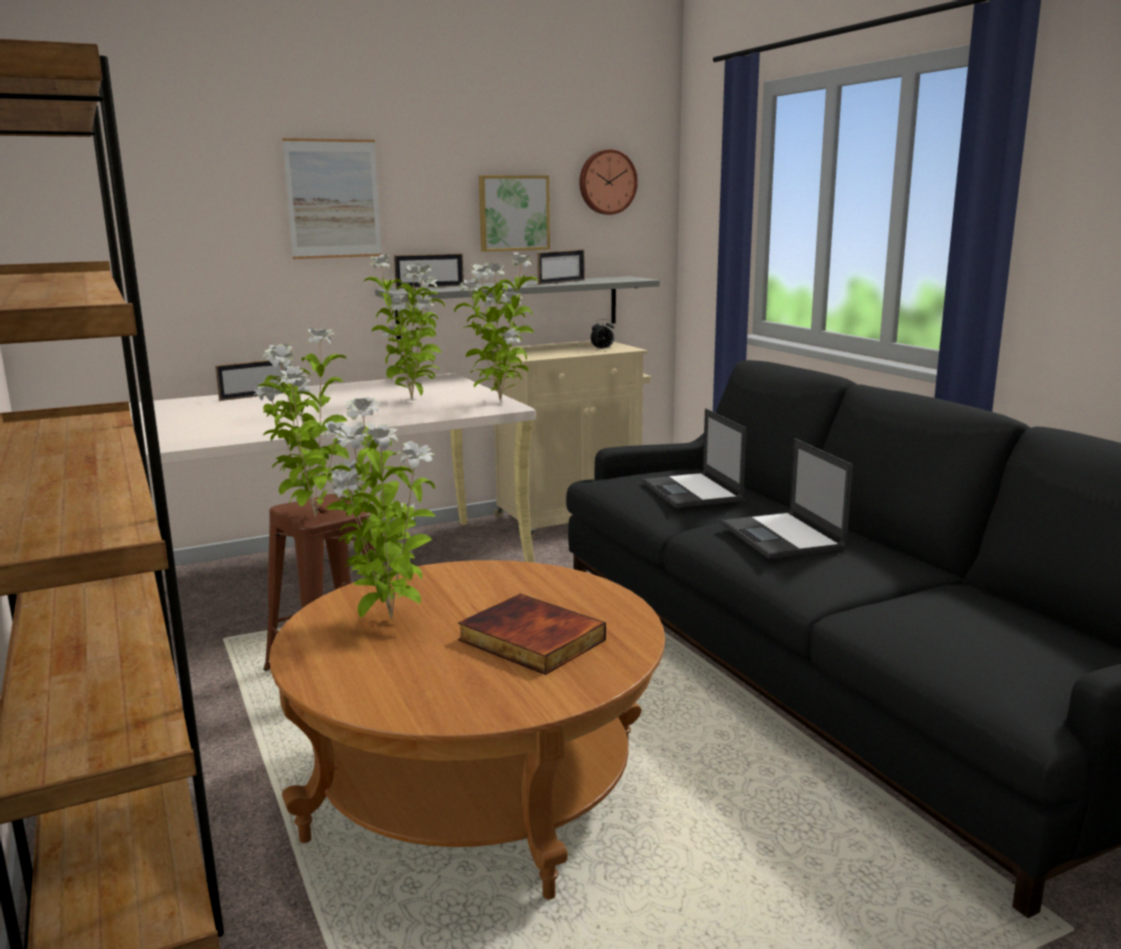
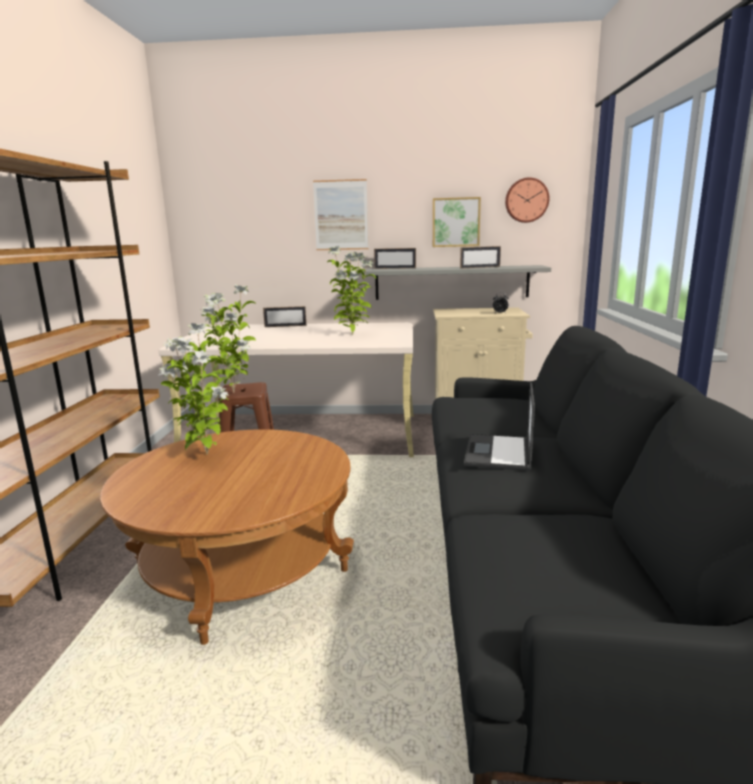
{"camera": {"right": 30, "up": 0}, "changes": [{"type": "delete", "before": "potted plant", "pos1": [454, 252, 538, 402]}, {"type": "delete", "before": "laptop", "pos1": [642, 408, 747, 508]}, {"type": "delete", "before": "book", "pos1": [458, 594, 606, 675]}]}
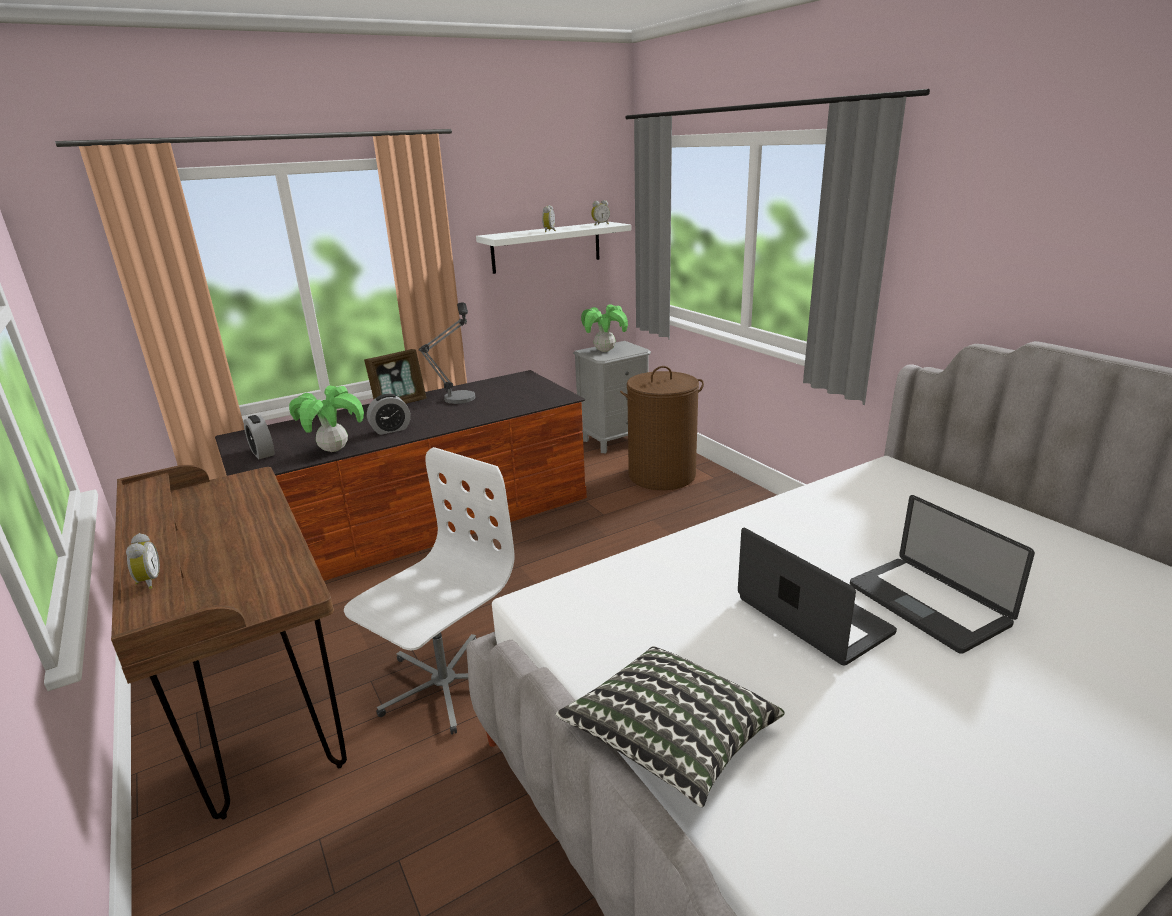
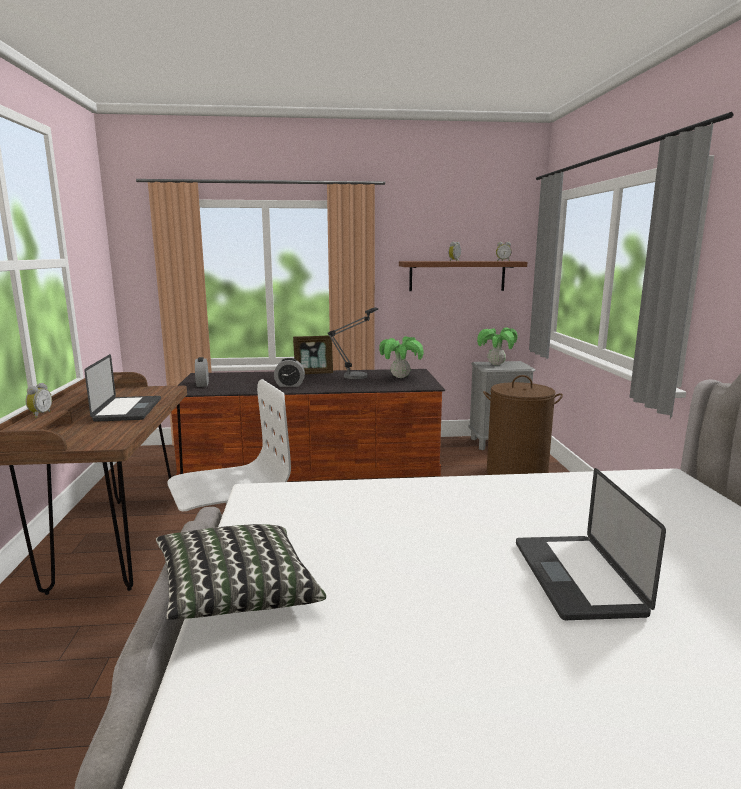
{"camera": {"right": 25, "up": -10}, "changes": [{"type": "recolor", "before": "bracket shelf/white", "after": "bracket shelf/brownish", "pos1": [476, 222, 631, 274], "pos2": [399, 261, 527, 291]}, {"type": "move", "before": "potted plant", "pos1": [289, 385, 364, 452], "pos2": [379, 336, 423, 378]}, {"type": "move", "before": "laptop", "pos1": [738, 528, 897, 666], "pos2": [84, 354, 161, 422]}]}
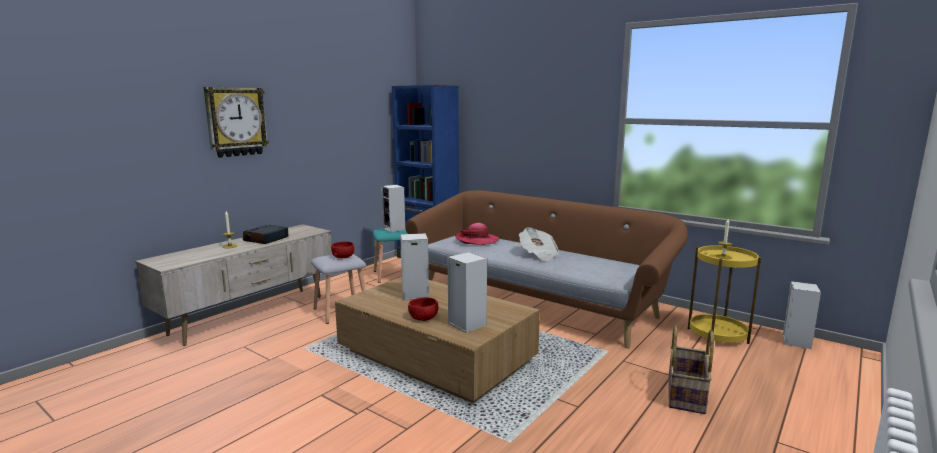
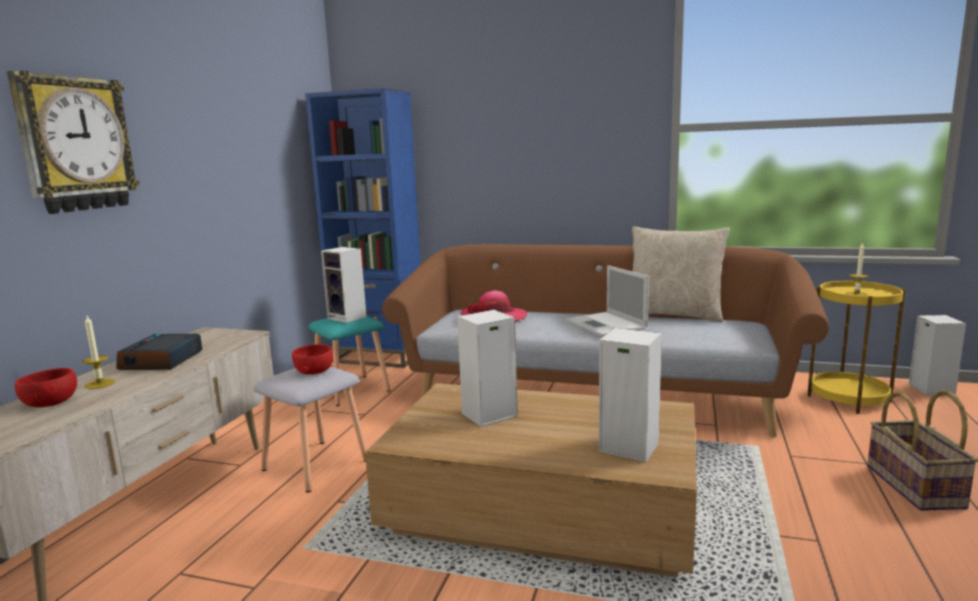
{"camera": {"right": -20, "up": 0}, "changes": [{"type": "replace", "before": "newspaper", "after": "laptop", "pos1": [519, 227, 560, 261], "pos2": [566, 265, 649, 337]}, {"type": "move", "before": "bowl/red", "pos1": [408, 297, 438, 321], "pos2": [15, 368, 77, 407]}, {"type": "insert", "after": "cushion/beige", "pos2": [632, 226, 730, 322]}]}
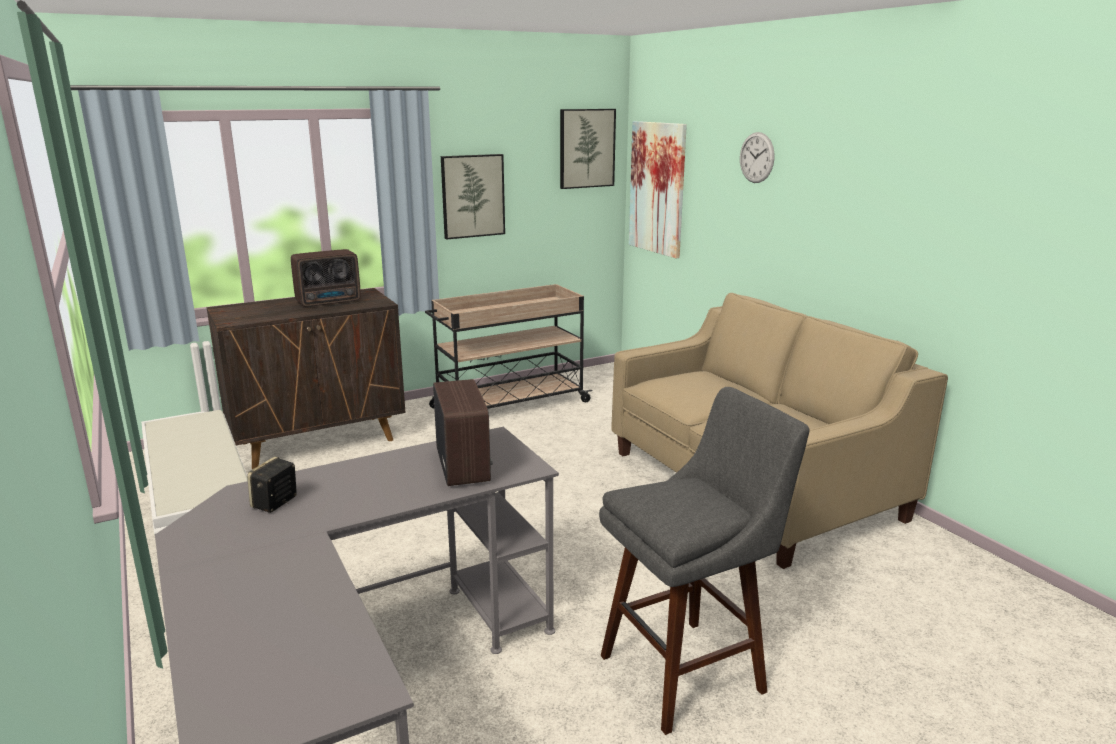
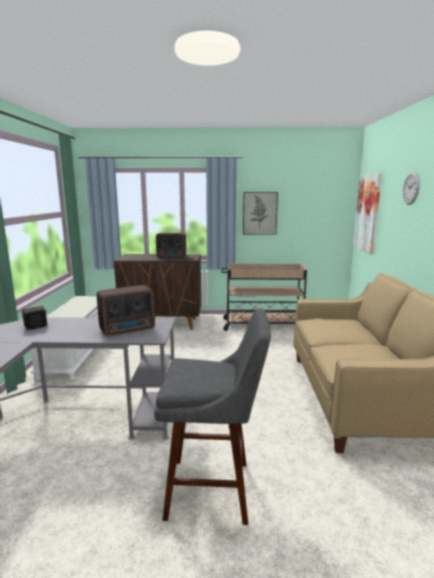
{"camera": {"right": 30, "up": -5}, "changes": [{"type": "delete", "before": "wall art", "pos1": [560, 109, 616, 189]}, {"type": "rotate", "before": "radio receiver", "pos1": [433, 379, 493, 486], "pos2": [97, 285, 155, 337], "turn": 45}]}
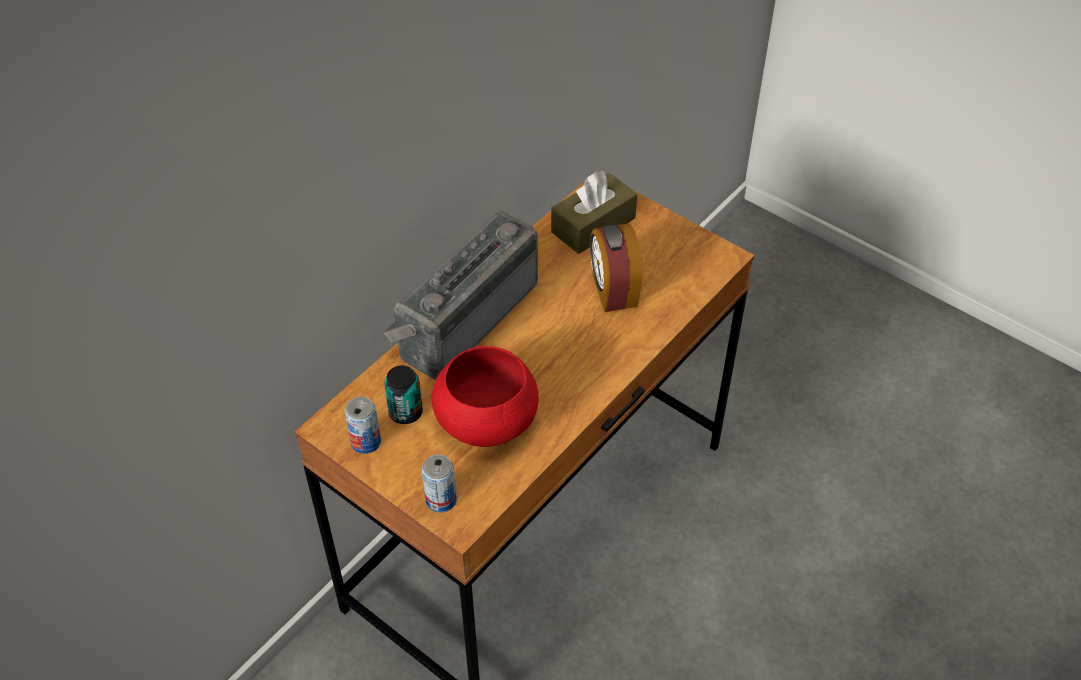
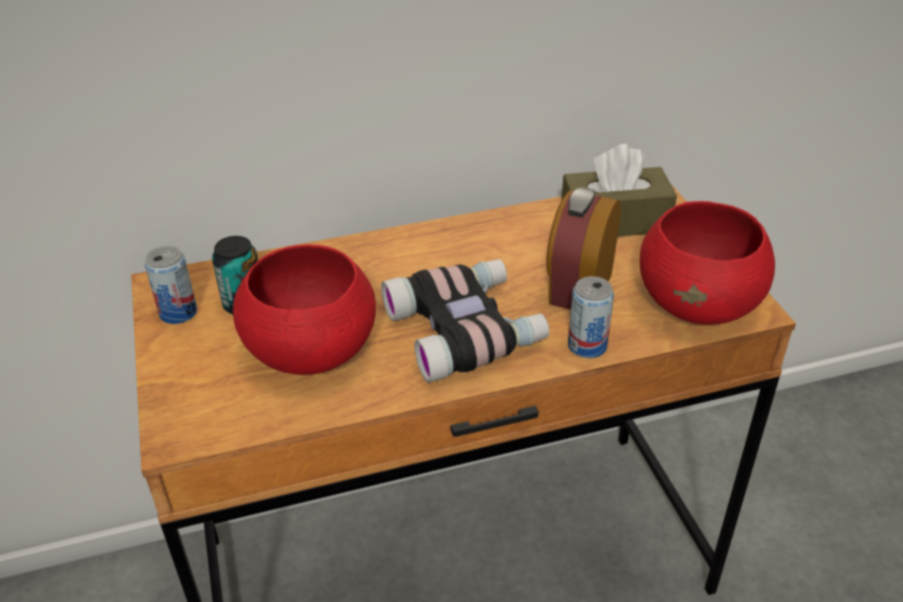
{"camera": {"right": 35, "up": -10}, "changes": [{"type": "delete", "before": "radio receiver", "pos1": [383, 211, 538, 380]}, {"type": "move", "before": "sealed can", "pos1": [422, 454, 457, 513], "pos2": [568, 276, 614, 358]}, {"type": "insert", "after": "bowl/red", "pos2": [640, 201, 775, 325]}, {"type": "insert", "after": "pair of binoculars", "pos2": [381, 259, 549, 383]}]}
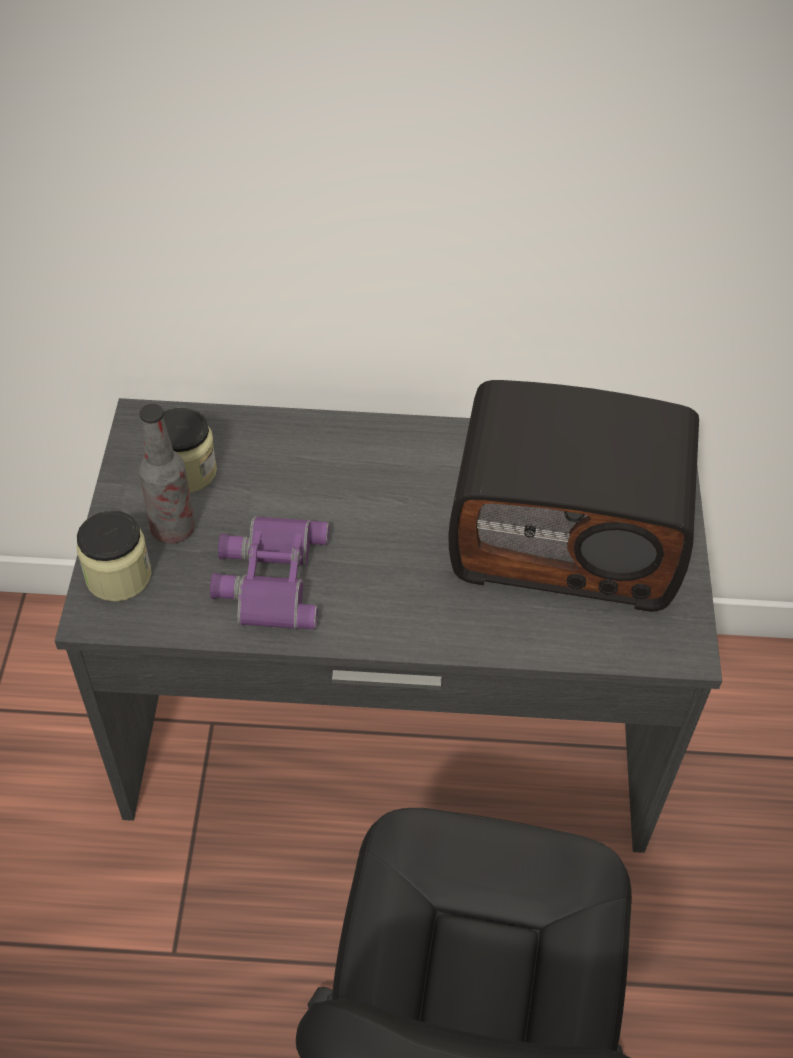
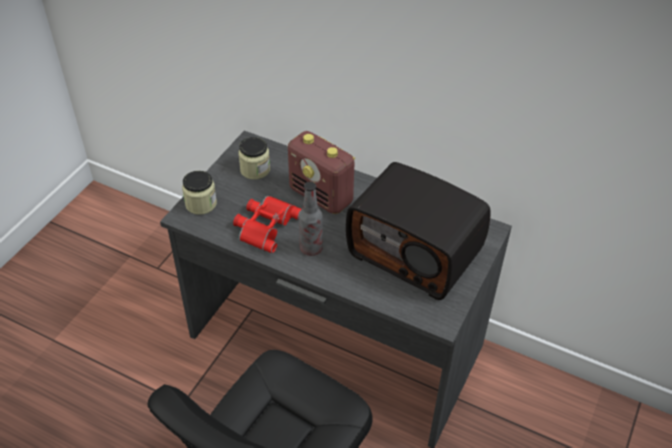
{"camera": {"right": 25, "up": -5}, "changes": [{"type": "move", "before": "drink bottle", "pos1": [139, 404, 195, 543], "pos2": [299, 182, 323, 256]}, {"type": "recolor", "before": "pair of binoculars/purple", "after": "pair of binoculars/red", "pos1": [210, 516, 329, 629], "pos2": [233, 196, 302, 253]}, {"type": "insert", "after": "radio receiver", "pos2": [288, 131, 355, 214]}]}
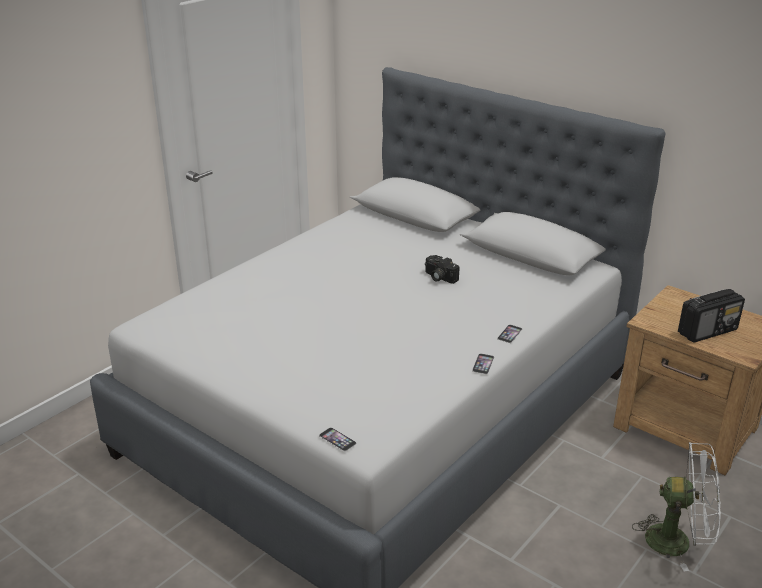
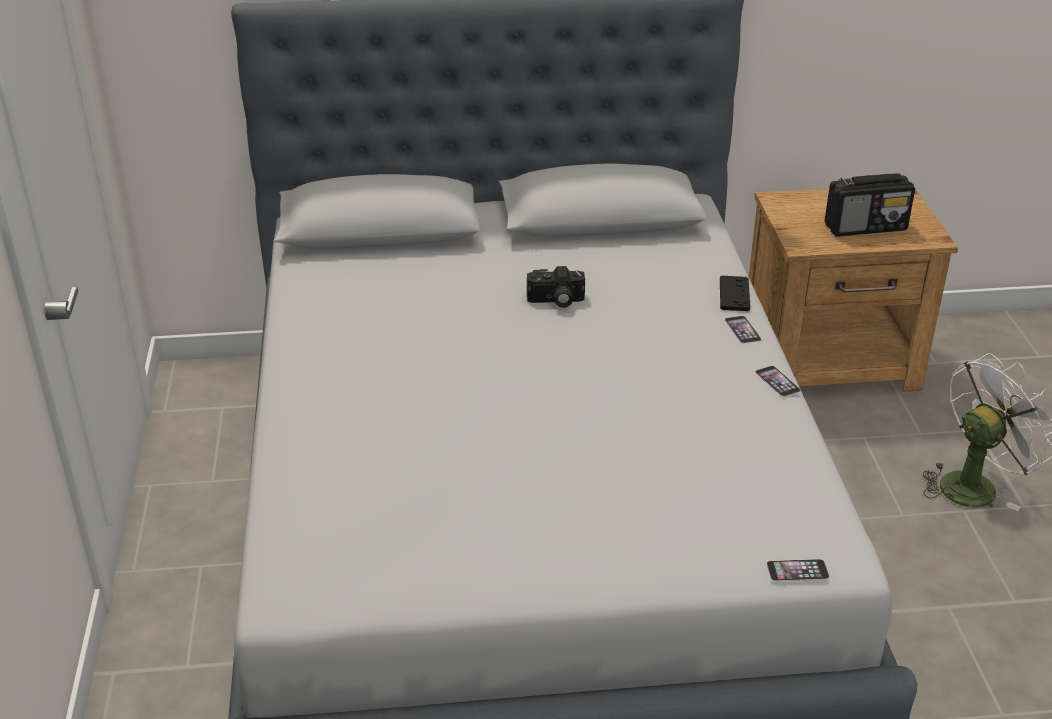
{"camera": {"right": -45, "up": 5}, "changes": [{"type": "rotate", "before": "radio receiver", "pos1": [678, 289, 745, 343], "pos2": [825, 173, 915, 237], "turn": 60}, {"type": "insert", "after": "joypad/blackish", "pos2": [720, 276, 750, 311]}]}
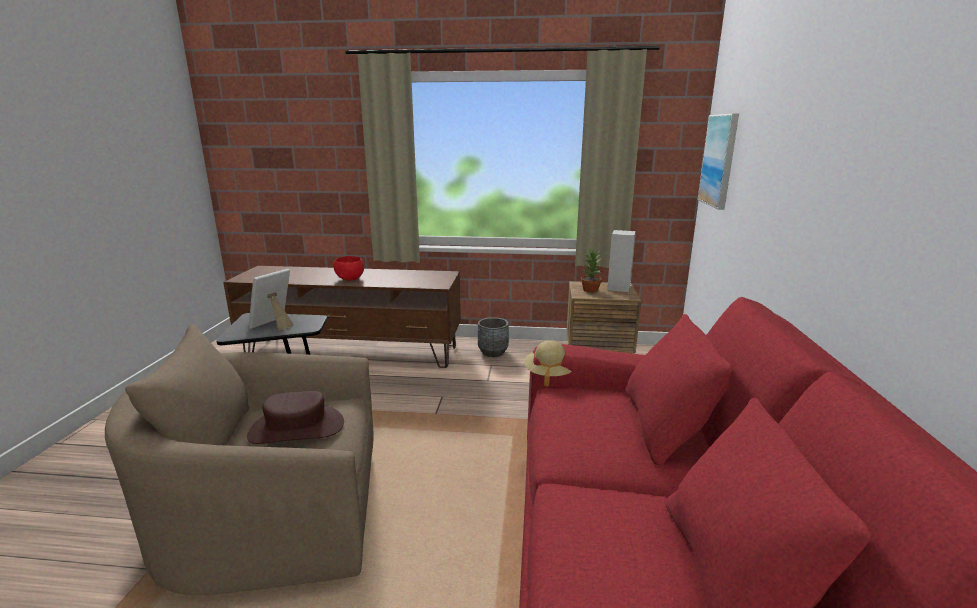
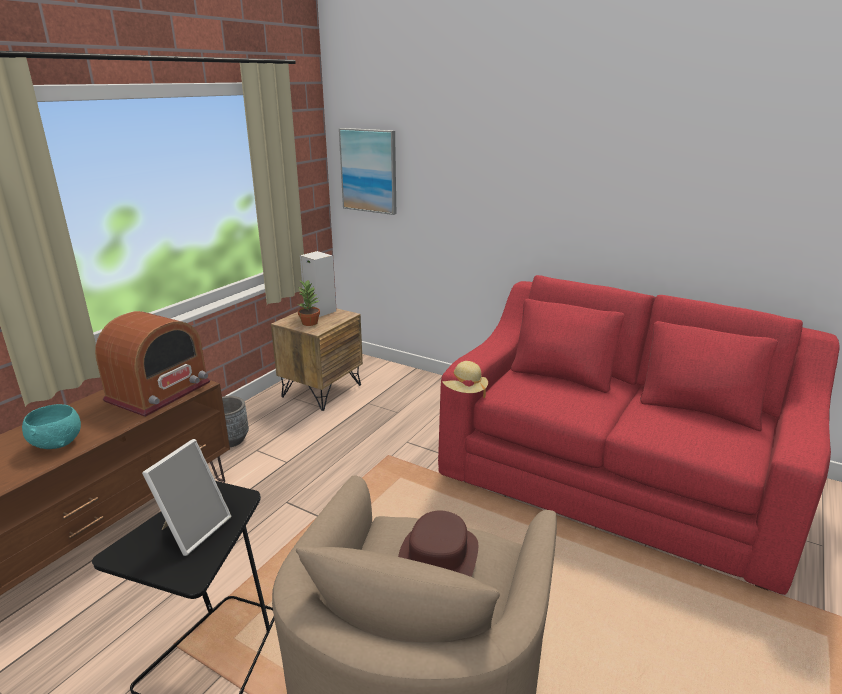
{"camera": {"right": -65, "up": 5}, "changes": [{"type": "recolor", "before": "bowl/red", "after": "bowl/blue-green", "pos1": [332, 256, 364, 281], "pos2": [22, 404, 81, 449]}, {"type": "rotate", "before": "picture frame", "pos1": [249, 269, 294, 331], "pos2": [142, 439, 232, 556], "turn": -120}, {"type": "insert", "after": "radio receiver", "pos2": [95, 311, 210, 417]}]}
